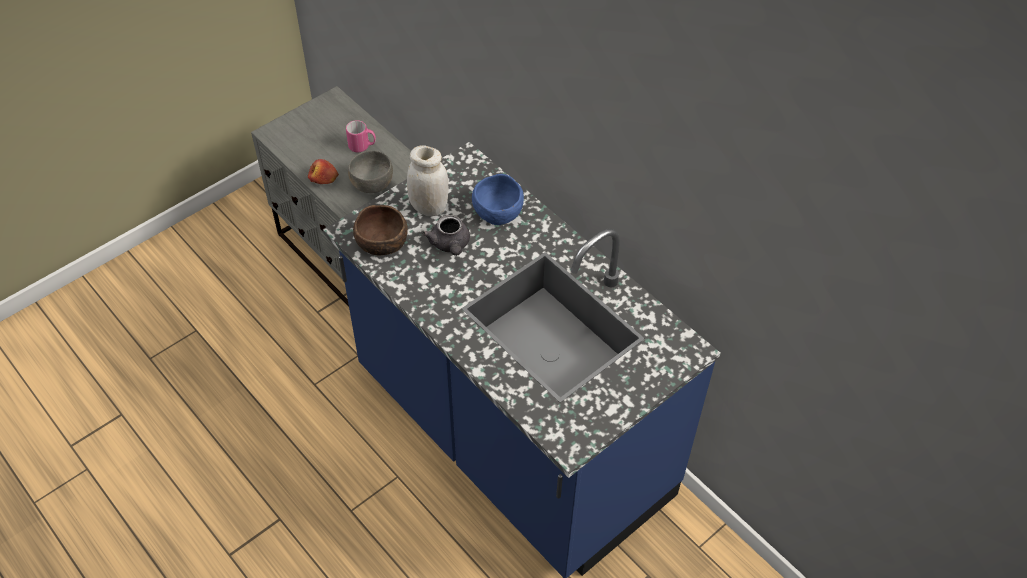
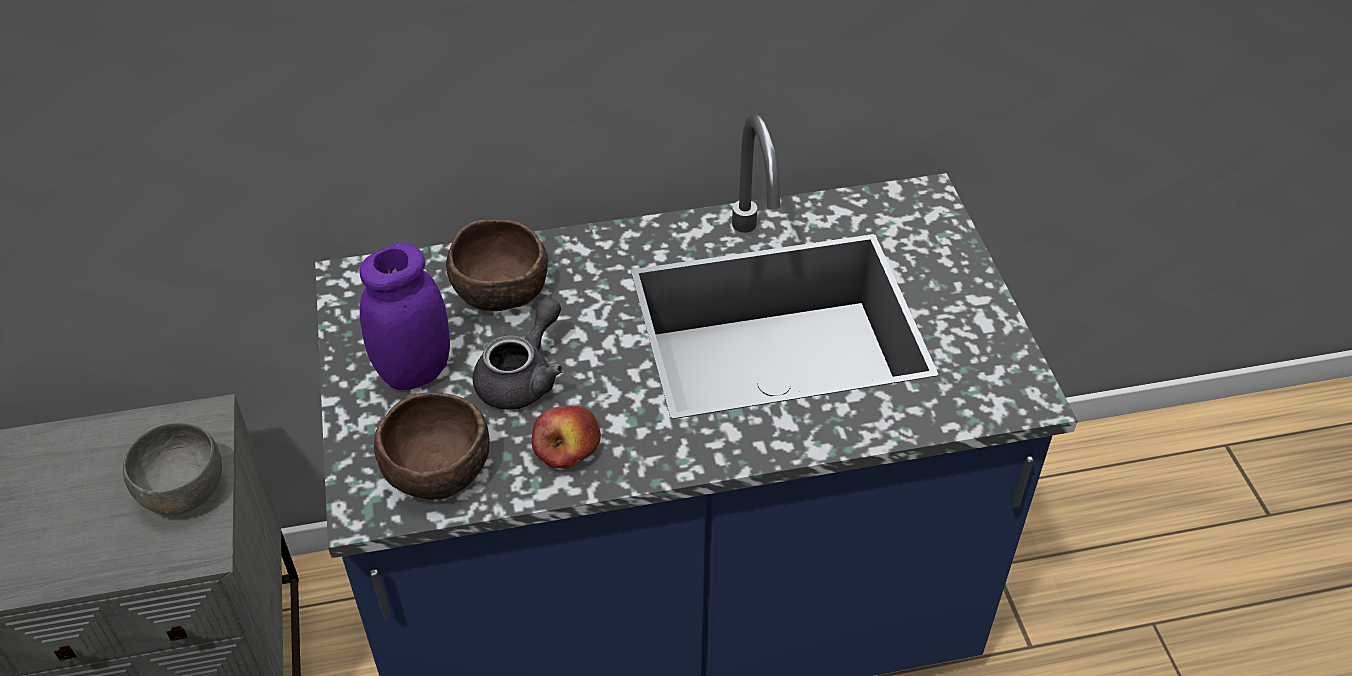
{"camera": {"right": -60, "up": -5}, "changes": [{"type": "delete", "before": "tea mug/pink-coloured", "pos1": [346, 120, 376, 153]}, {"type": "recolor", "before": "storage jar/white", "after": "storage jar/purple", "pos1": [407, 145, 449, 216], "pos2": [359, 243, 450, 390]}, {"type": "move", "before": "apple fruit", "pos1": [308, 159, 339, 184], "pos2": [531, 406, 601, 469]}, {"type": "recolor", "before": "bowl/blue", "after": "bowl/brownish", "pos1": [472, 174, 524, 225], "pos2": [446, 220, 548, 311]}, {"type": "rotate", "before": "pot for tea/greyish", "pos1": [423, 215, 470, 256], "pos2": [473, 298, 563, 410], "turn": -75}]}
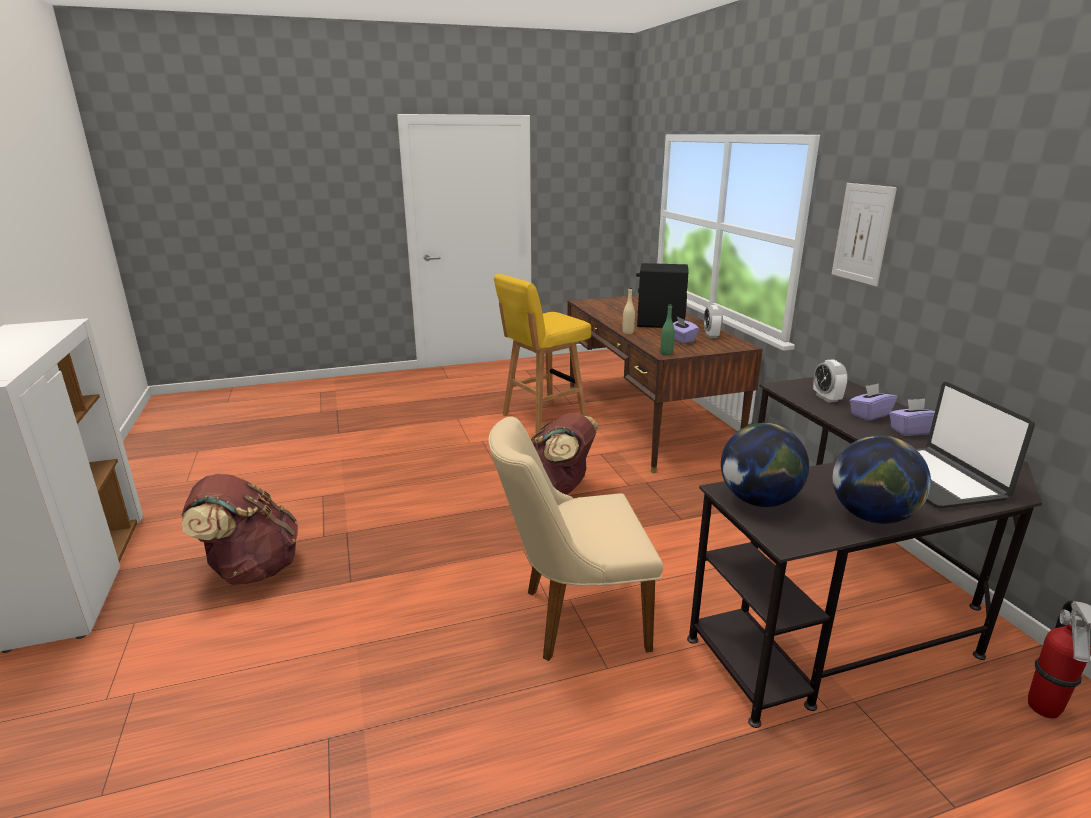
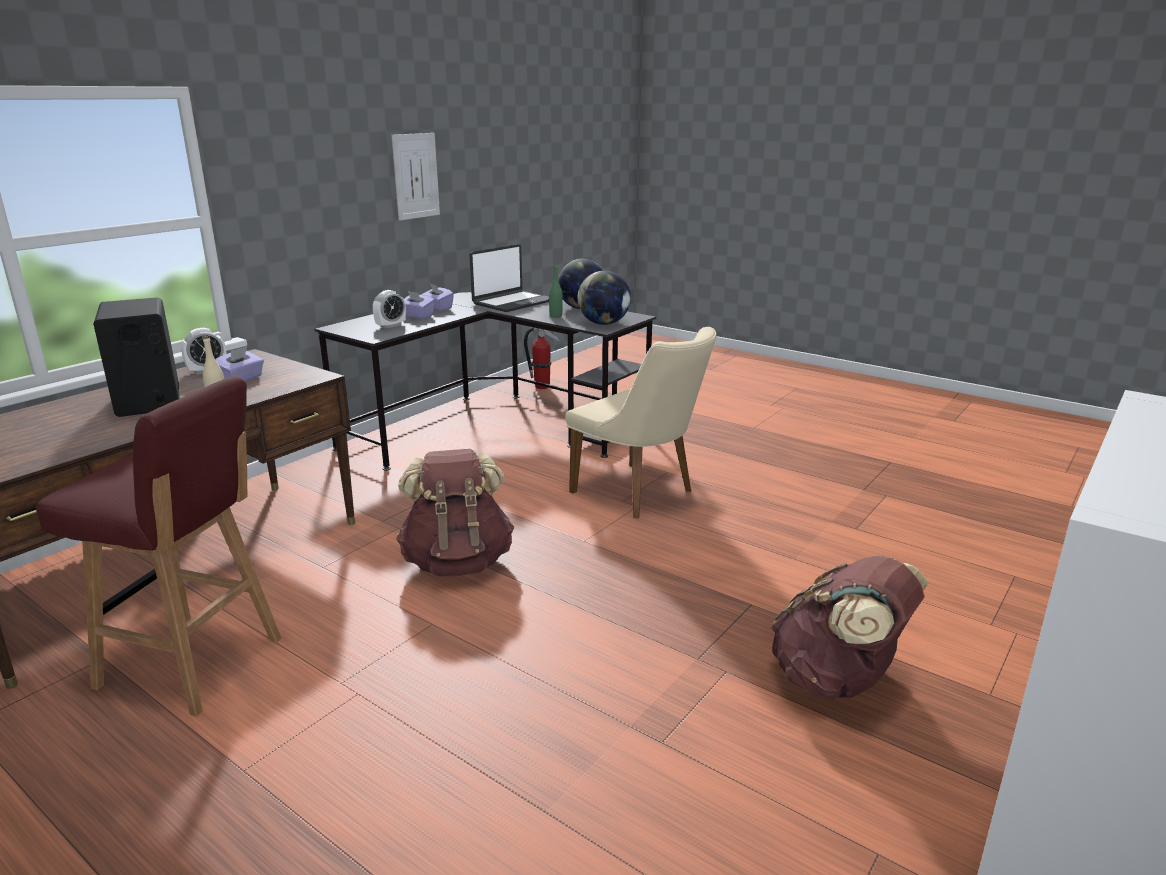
{"camera": {"right": -125, "up": 0}, "changes": [{"type": "move", "before": "wall art", "pos1": [832, 183, 897, 286], "pos2": [392, 133, 440, 220]}, {"type": "recolor", "before": "sitting stool/yellow-coloured", "after": "sitting stool/red", "pos1": [494, 274, 591, 433], "pos2": [36, 376, 281, 717]}, {"type": "move", "before": "drink bottle/greenish", "pos1": [660, 304, 675, 355], "pos2": [549, 265, 563, 318]}]}
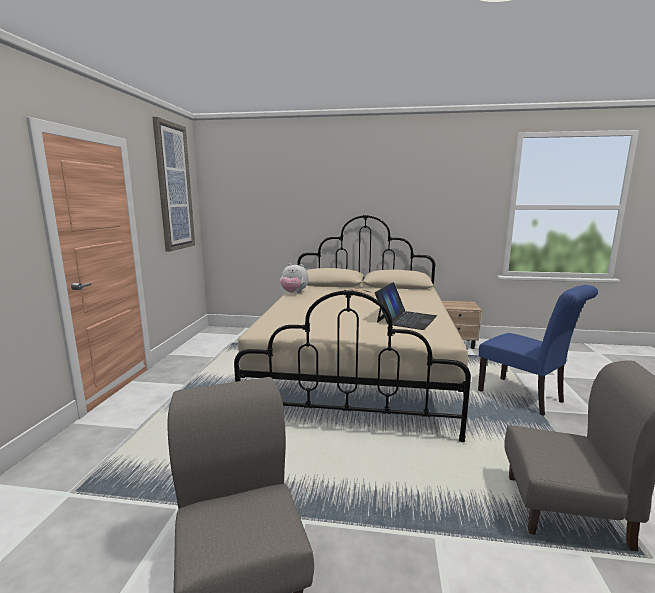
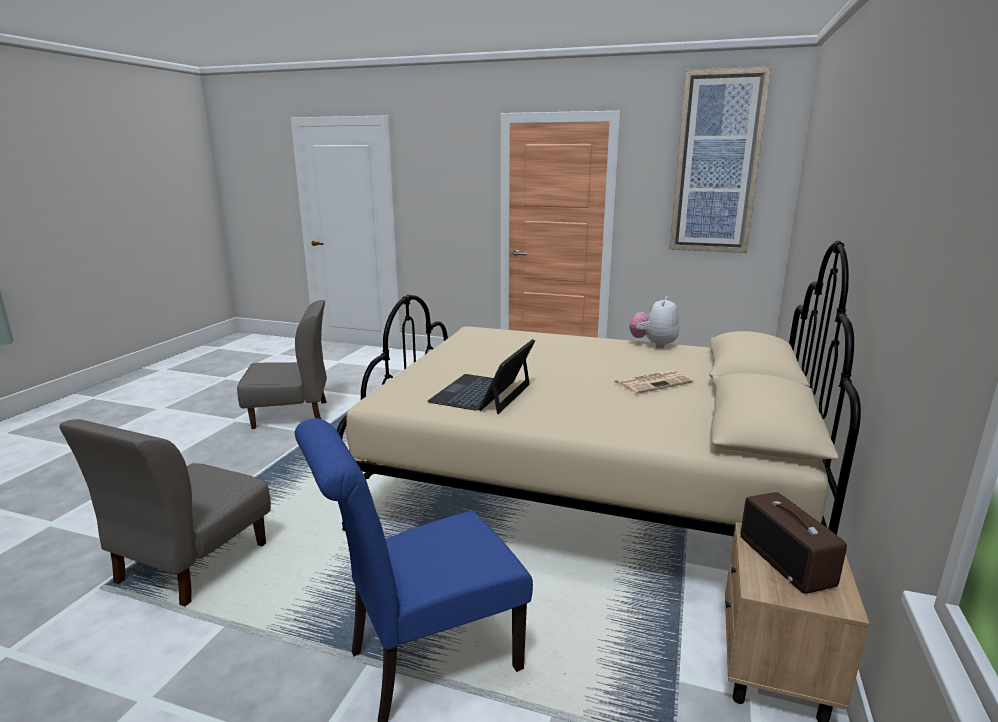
{"camera": {"right": 100, "up": 5}, "changes": [{"type": "rotate", "before": "laptop", "pos1": [375, 282, 437, 330], "pos2": [427, 339, 535, 414], "turn": 75}, {"type": "insert", "after": "radio receiver", "pos2": [741, 492, 847, 594]}]}
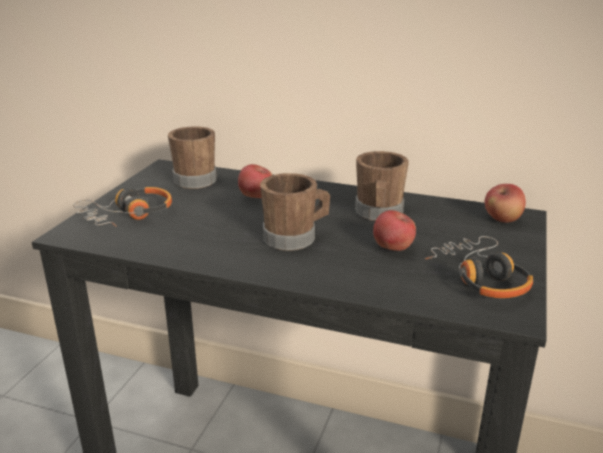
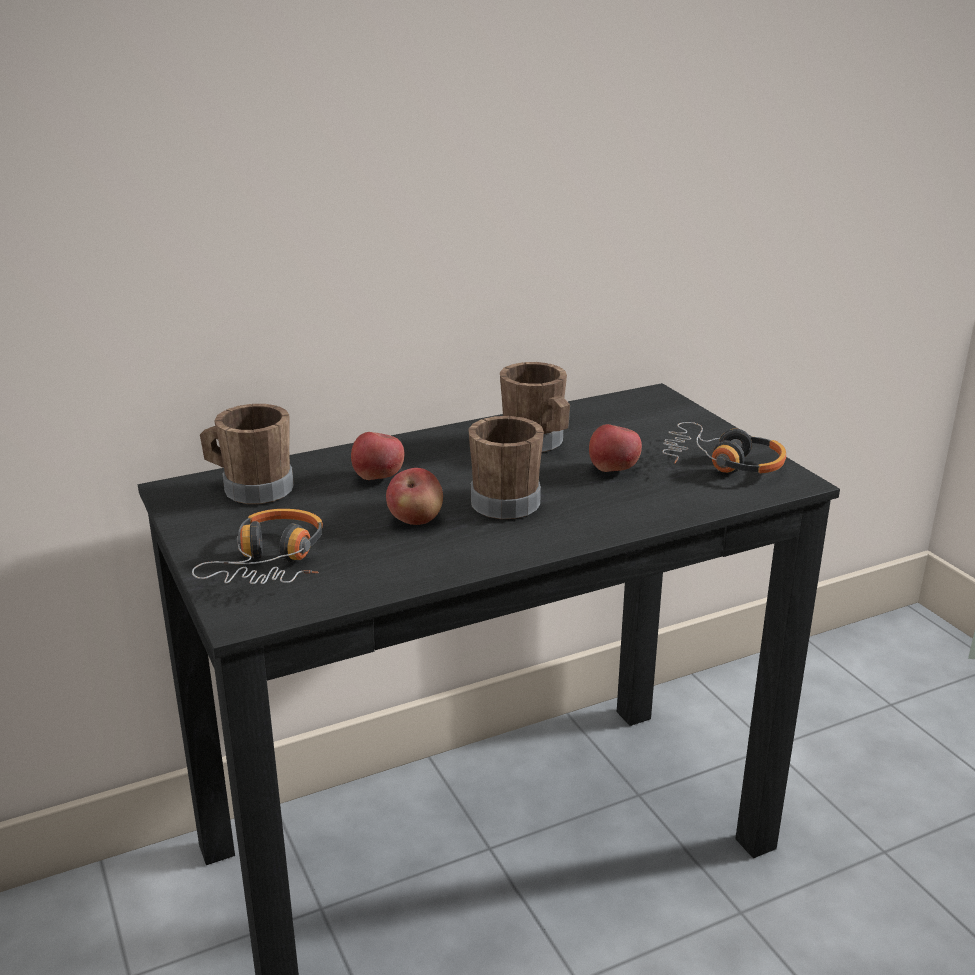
{"camera": {"right": -45, "up": 0}, "changes": [{"type": "move", "before": "apple fruit", "pos1": [485, 184, 526, 223], "pos2": [386, 468, 443, 525]}]}
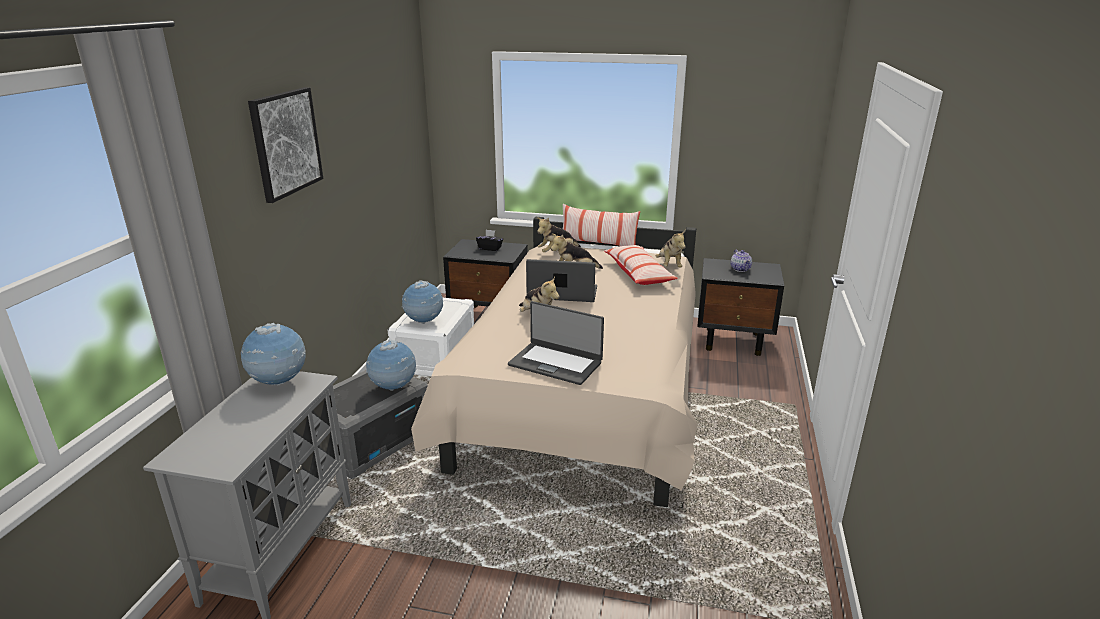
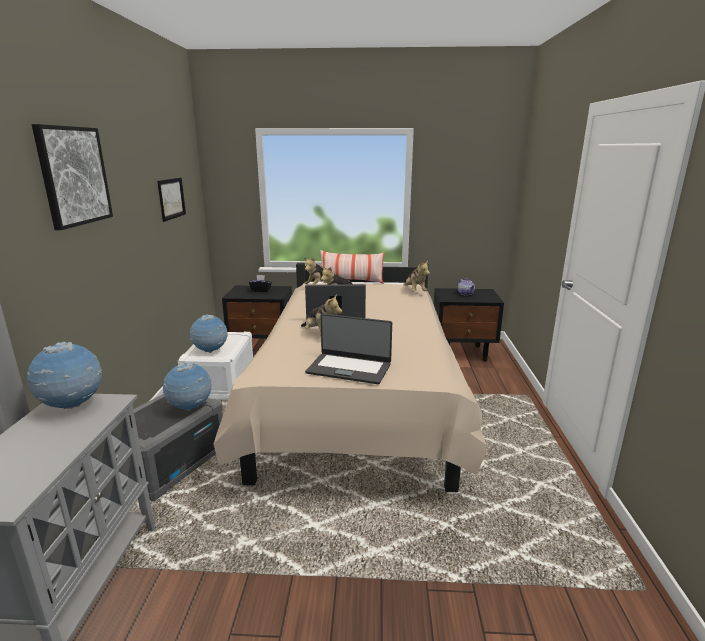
{"camera": {"right": -10, "up": -5}, "changes": [{"type": "delete", "before": "cushion", "pos1": [604, 245, 678, 285]}, {"type": "insert", "after": "wall art", "pos2": [157, 177, 186, 222]}]}
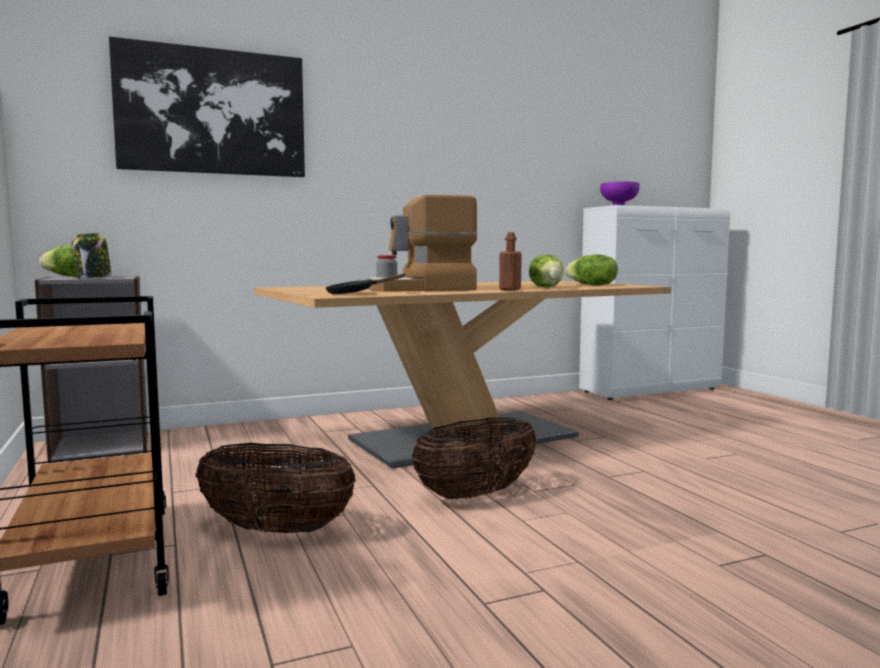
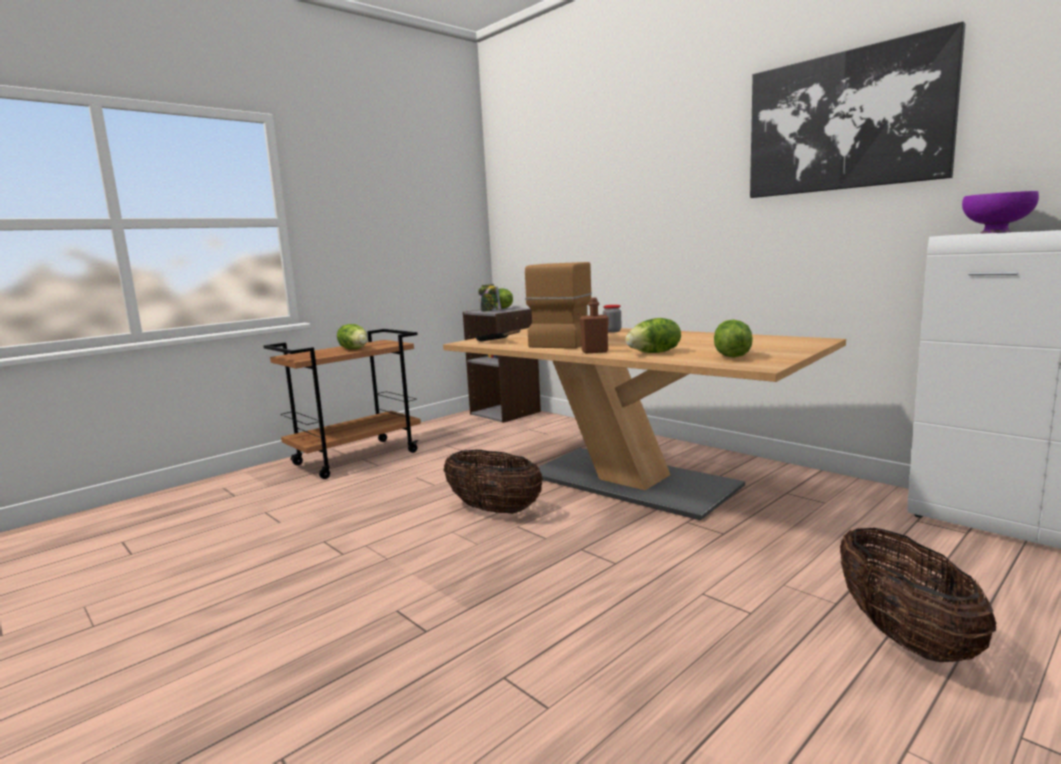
{"camera": {"right": 70, "up": 5}, "changes": [{"type": "move", "before": "wall art", "pos1": [109, 36, 305, 177], "pos2": [750, 21, 965, 198]}, {"type": "rotate", "before": "coffee maker", "pos1": [368, 195, 478, 292], "pos2": [525, 262, 592, 349], "turn": 60}, {"type": "move", "before": "basket", "pos1": [196, 443, 356, 534], "pos2": [840, 527, 997, 662]}, {"type": "insert", "after": "lettuce head", "pos2": [337, 324, 367, 349]}]}
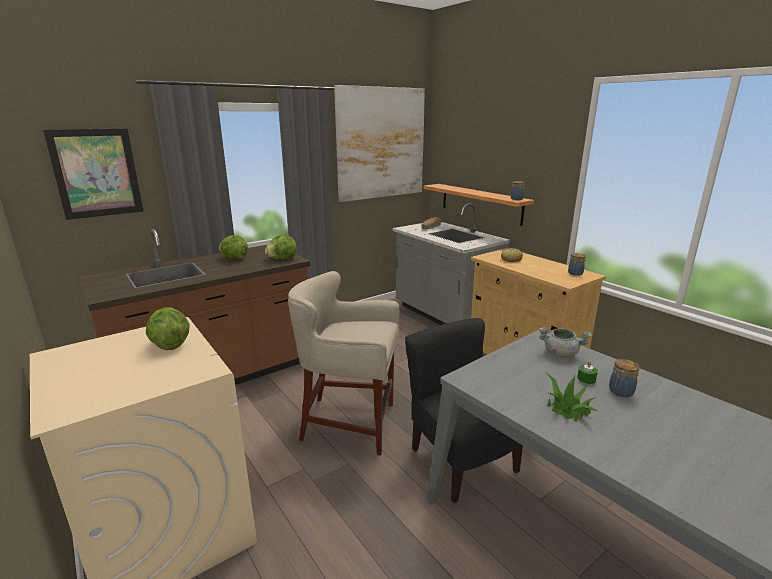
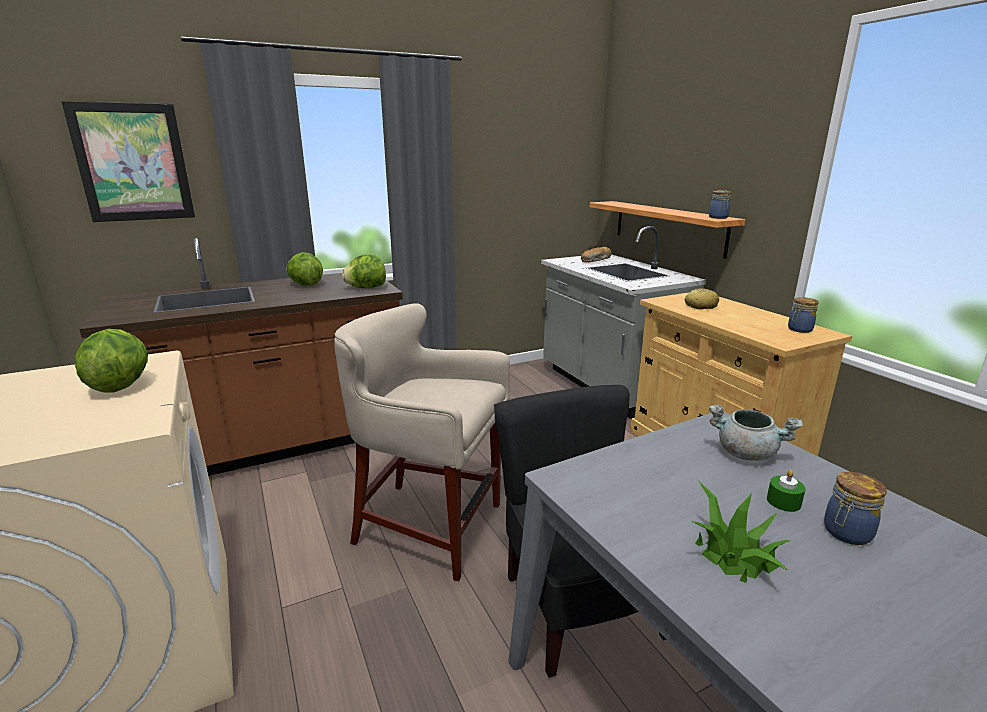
{"camera": {"right": 10, "up": 0}, "changes": [{"type": "delete", "before": "wall art", "pos1": [334, 85, 425, 202]}]}
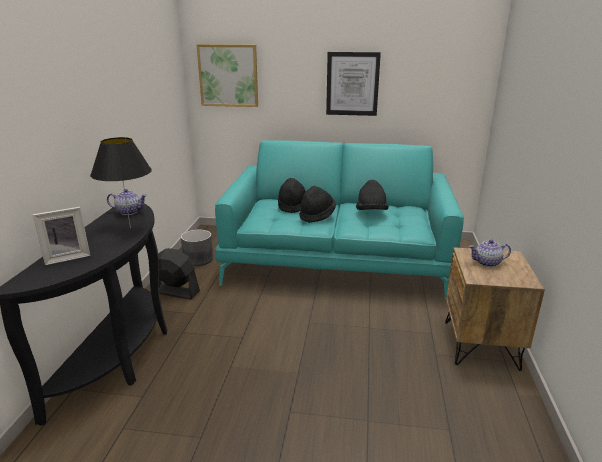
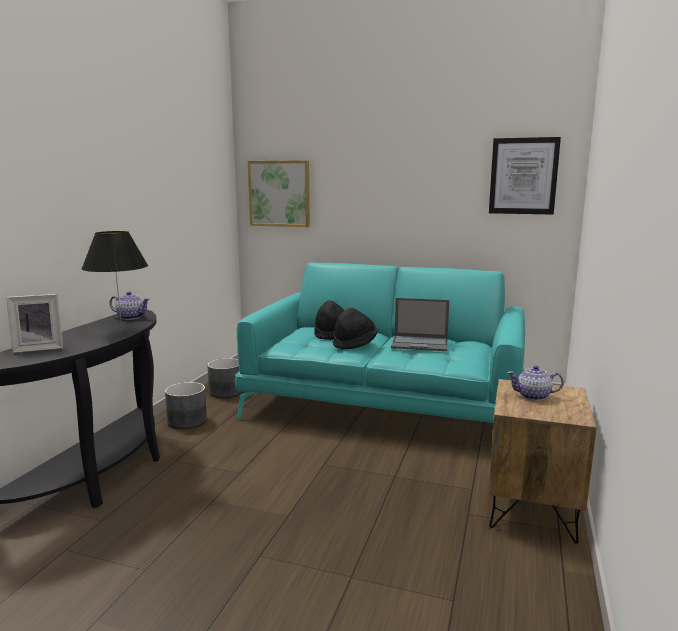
{"camera": {"right": 10, "up": -10}, "changes": [{"type": "move", "before": "wall art", "pos1": [326, 52, 381, 116], "pos2": [489, 137, 561, 215]}, {"type": "replace", "before": "clothing hat/blackish", "after": "laptop", "pos1": [356, 180, 389, 210], "pos2": [391, 298, 449, 351]}, {"type": "replace", "before": "cooling fan/blackish", "after": "plant pot/greyish", "pos1": [158, 248, 200, 300], "pos2": [165, 382, 207, 429]}]}
